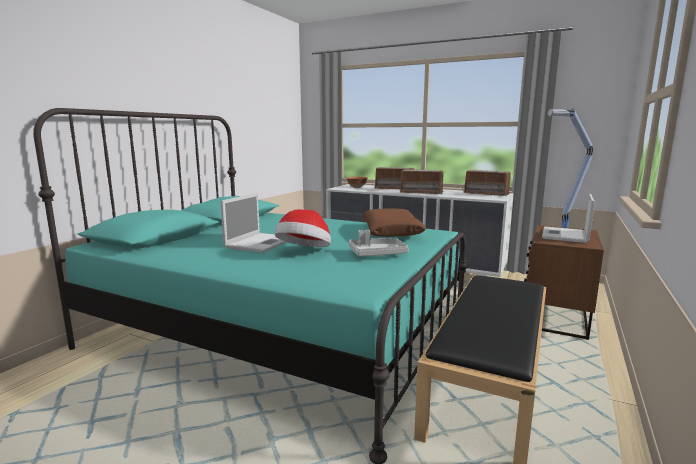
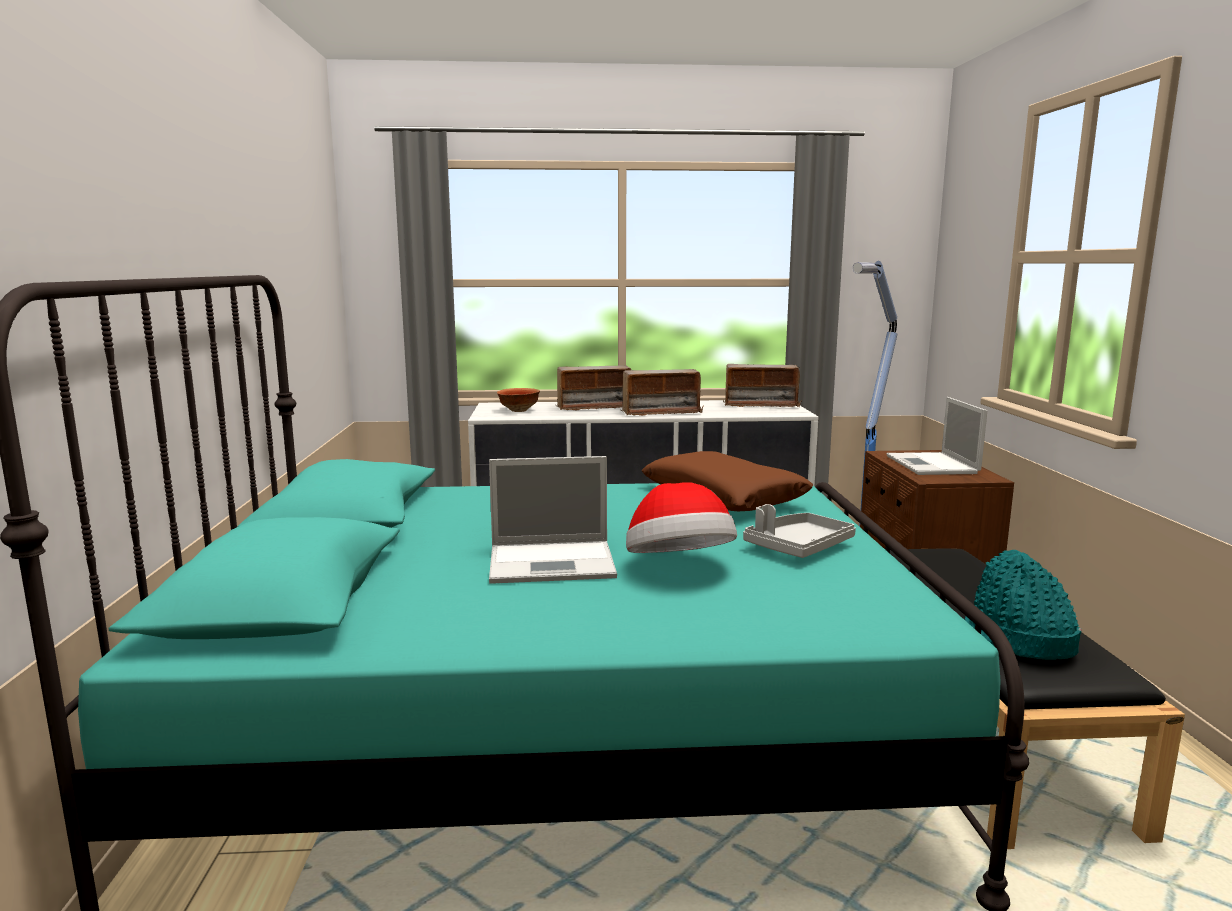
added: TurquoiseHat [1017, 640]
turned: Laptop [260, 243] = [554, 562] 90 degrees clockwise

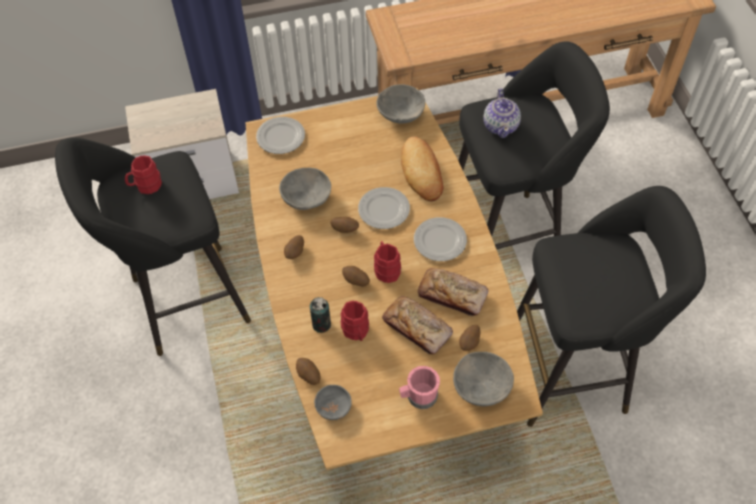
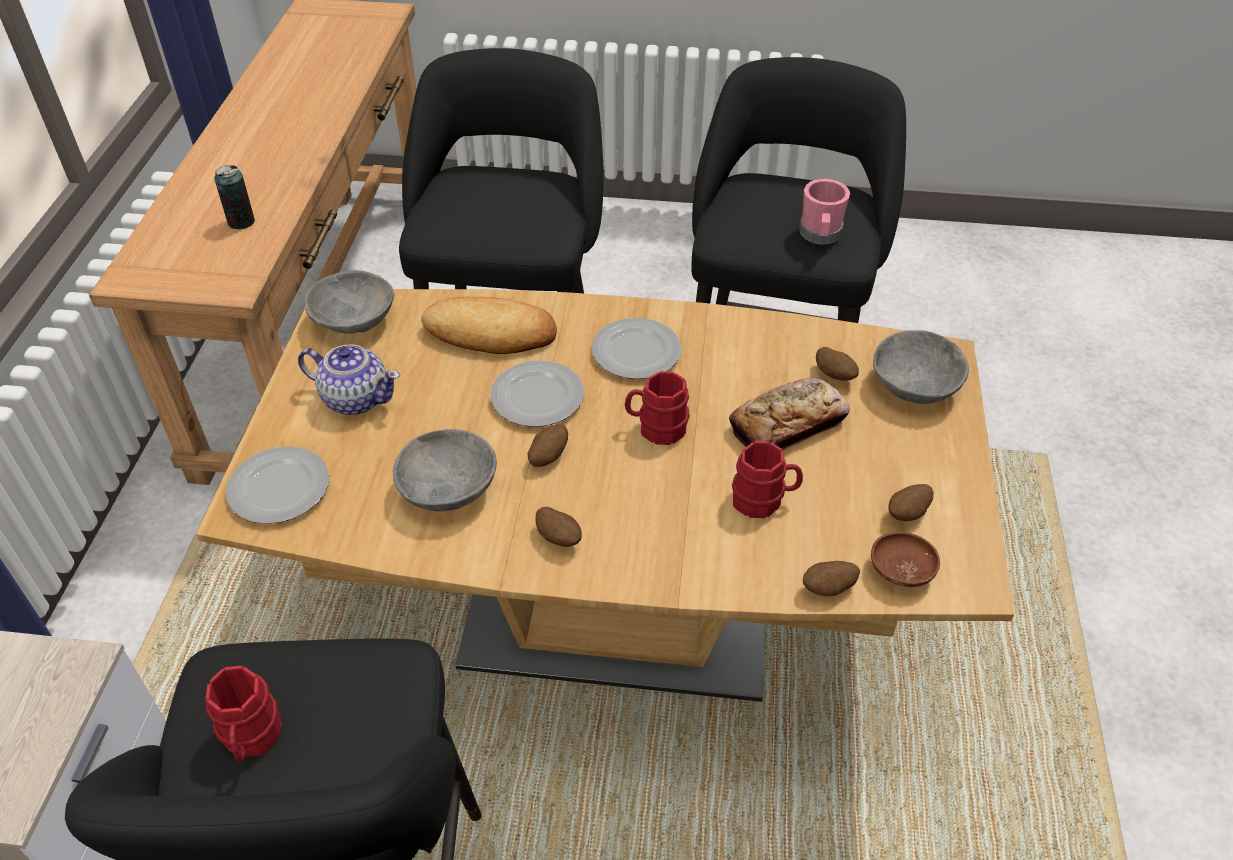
removed: Bread [452, 295]
moved: Can [321, 324] to [241, 222]; Teapot [501, 125] to [355, 398]; PinkMug [418, 396] to [820, 235]; Potato [356, 281] to [907, 514]
recoloured: GreyBowl [333, 407] to BrownBowl [901, 571]

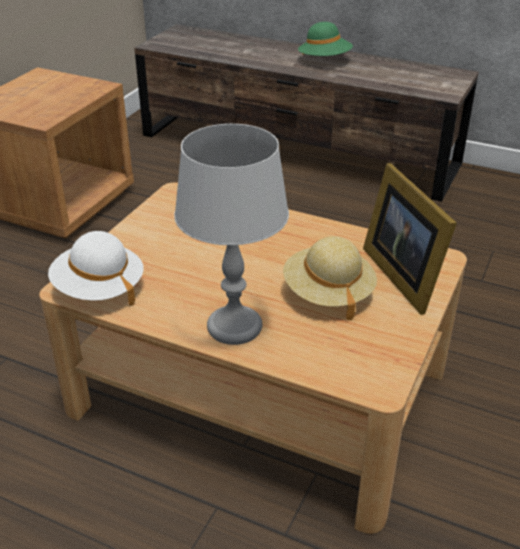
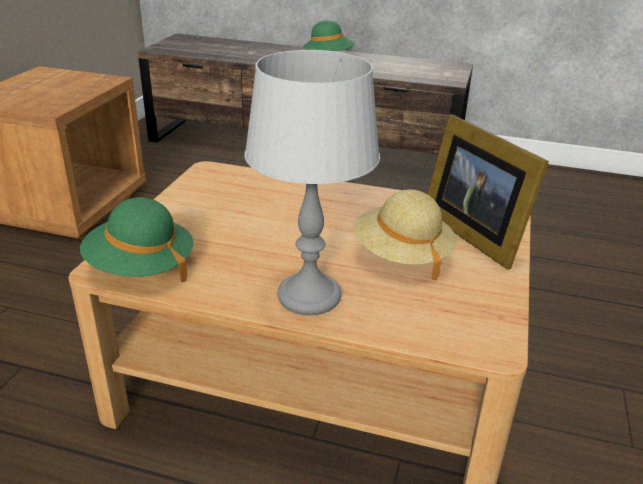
recoloured: WhiteHat [99, 289] to GreenHat [141, 267]

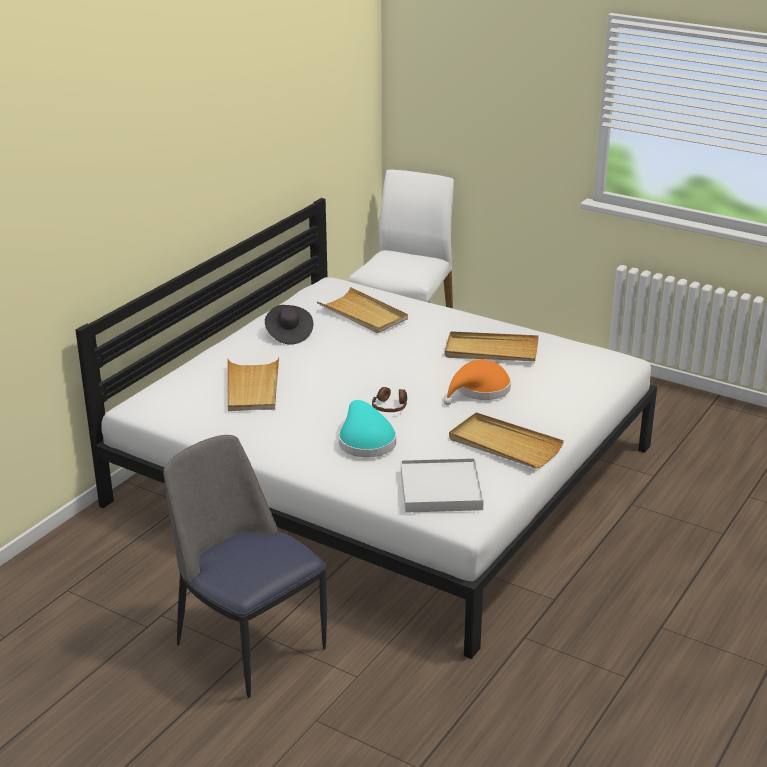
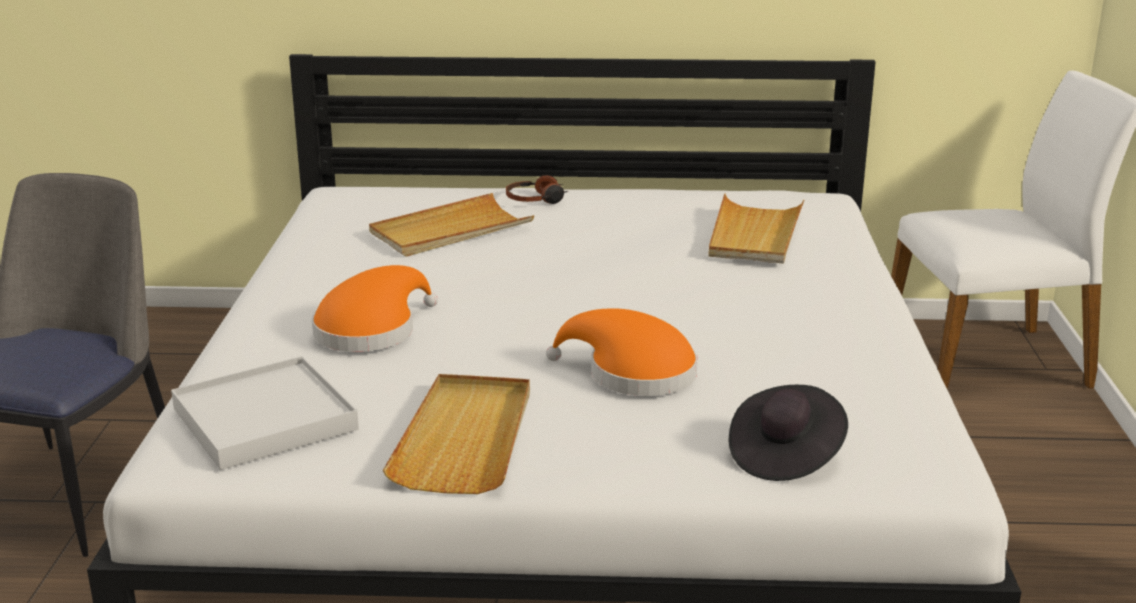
removed: BeigeTray [491, 351]
moved: Headphones [390, 406] to [536, 200]; BlackHat [288, 334] to [785, 455]
recoloured: TurquoiseHat [365, 441] to OrangeHat [371, 330]

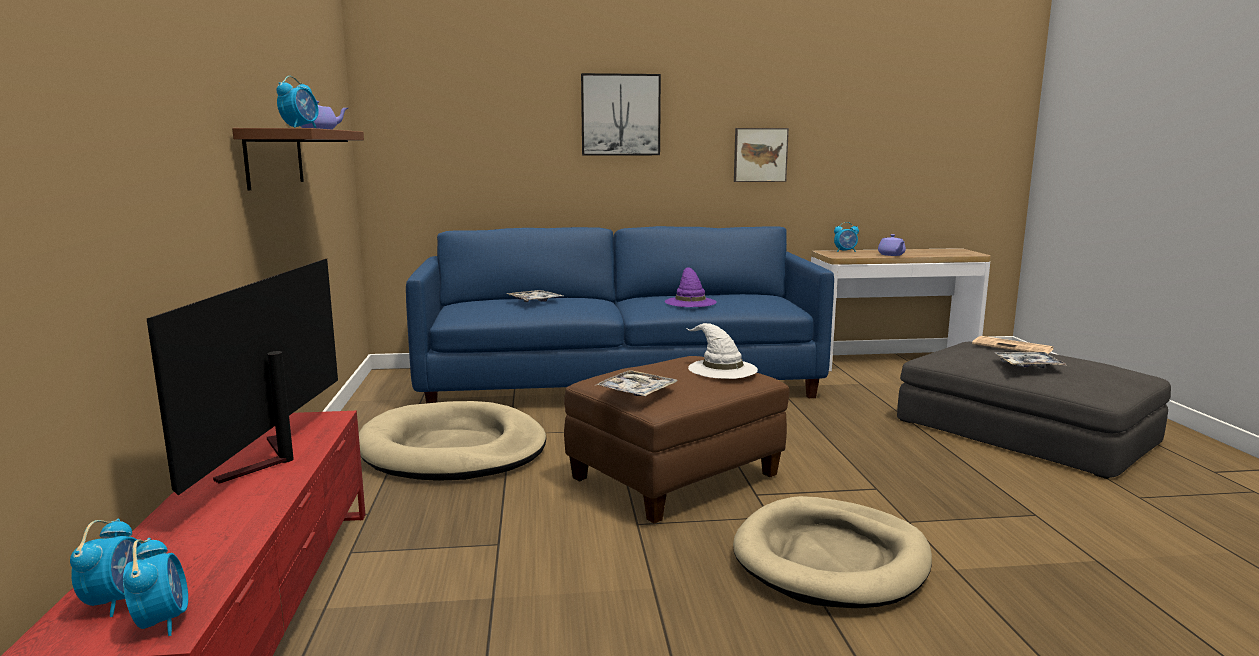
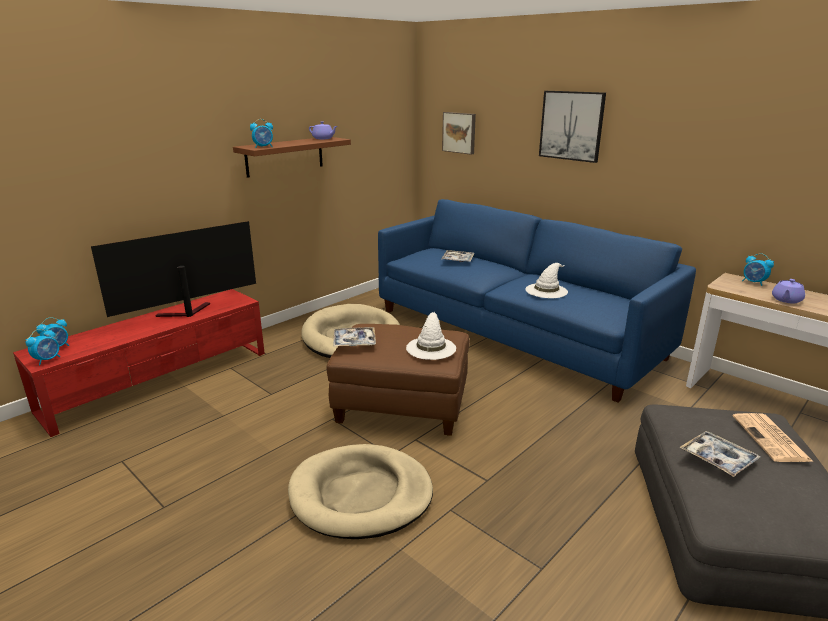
moved: Picture [760, 155] to [459, 132]
recoloured: PurpleHat [690, 301] to WhiteHat [546, 290]

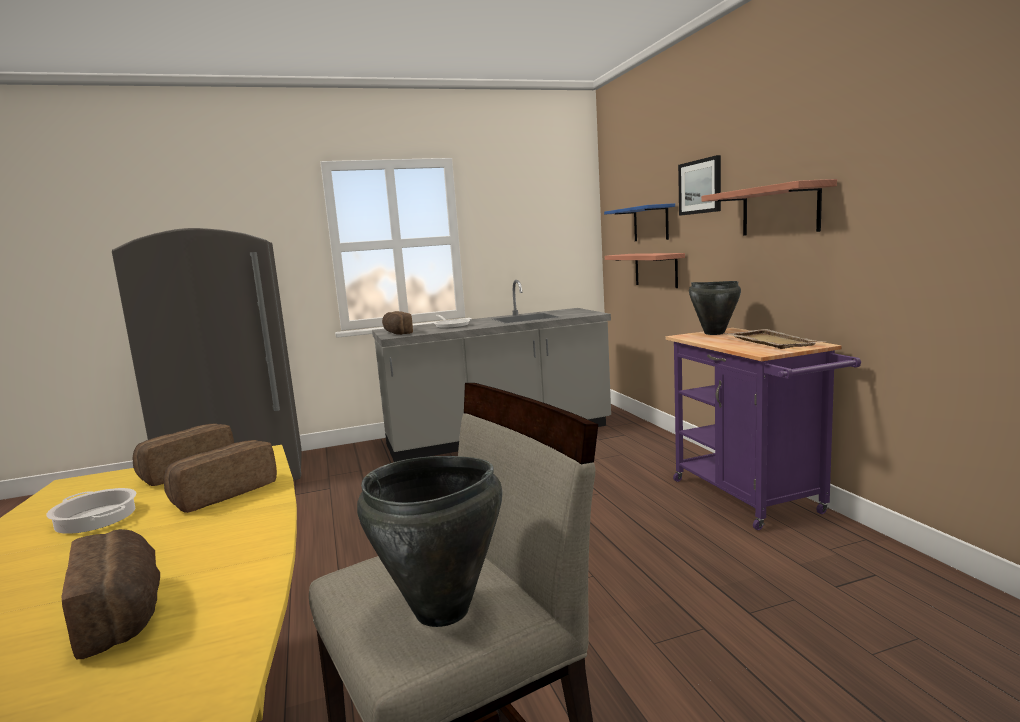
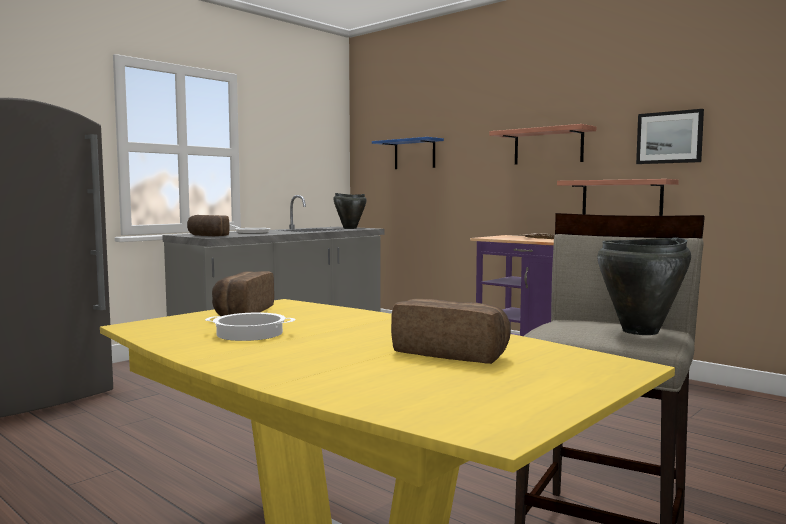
removed: Bread [223, 493]
moved: BlackCookingPot [714, 333] to [349, 228]; Shelf [656, 269] to [621, 198]; Picture [700, 186] to [669, 137]

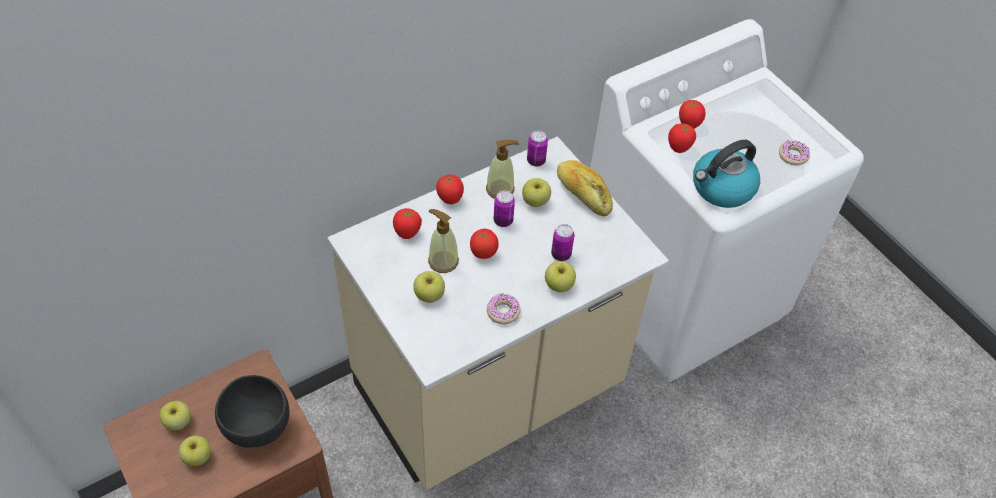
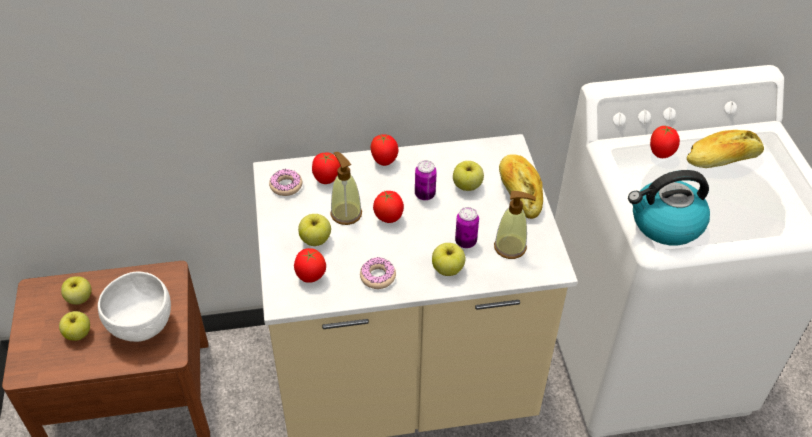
removed: Can [536, 161]
added: Bread [722, 159]
moved: Donut [793, 156] to [286, 186]; Tomato [678, 148] to [311, 277]; SoapDispenser [500, 189] to [510, 247]
recoloured: BlackBowl [257, 427] to WhiteBowl [141, 326]

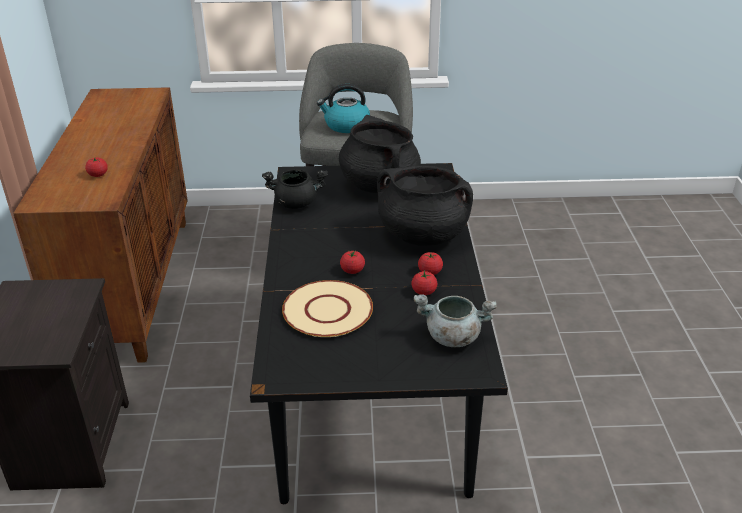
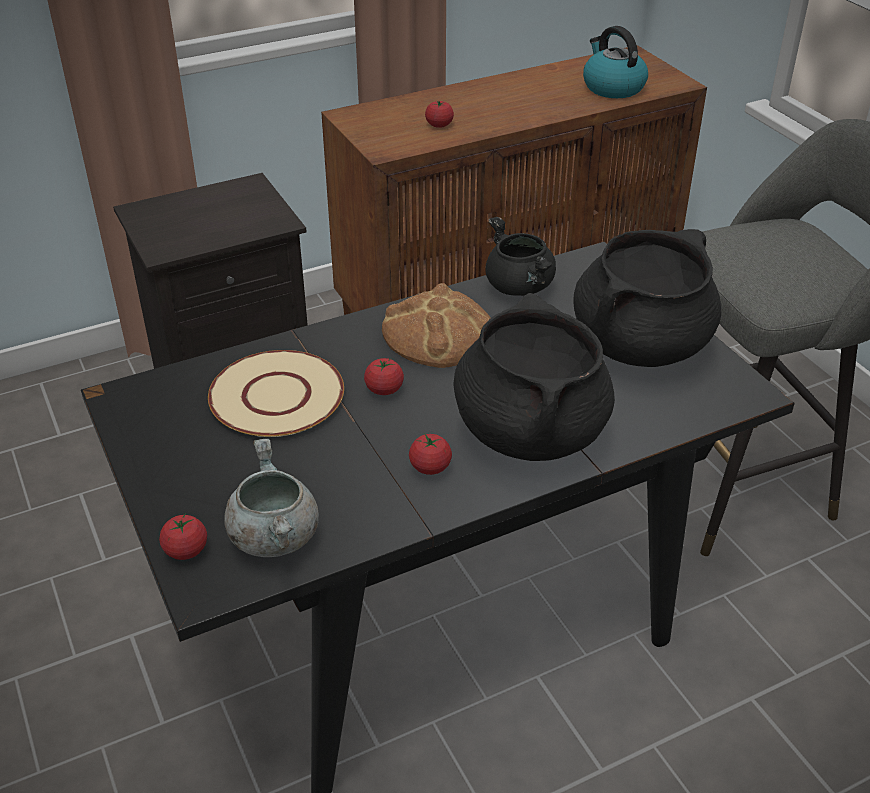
added: Bread [439, 333]
moved: Tomato [424, 292] to [186, 550]; Kettle [346, 125] to [612, 87]

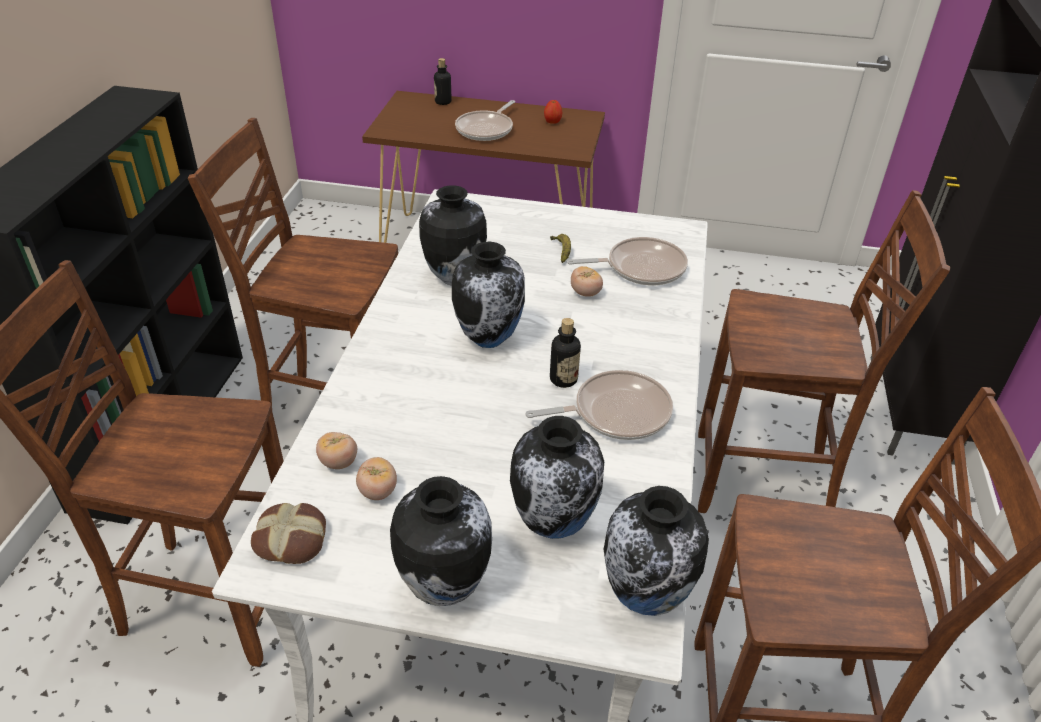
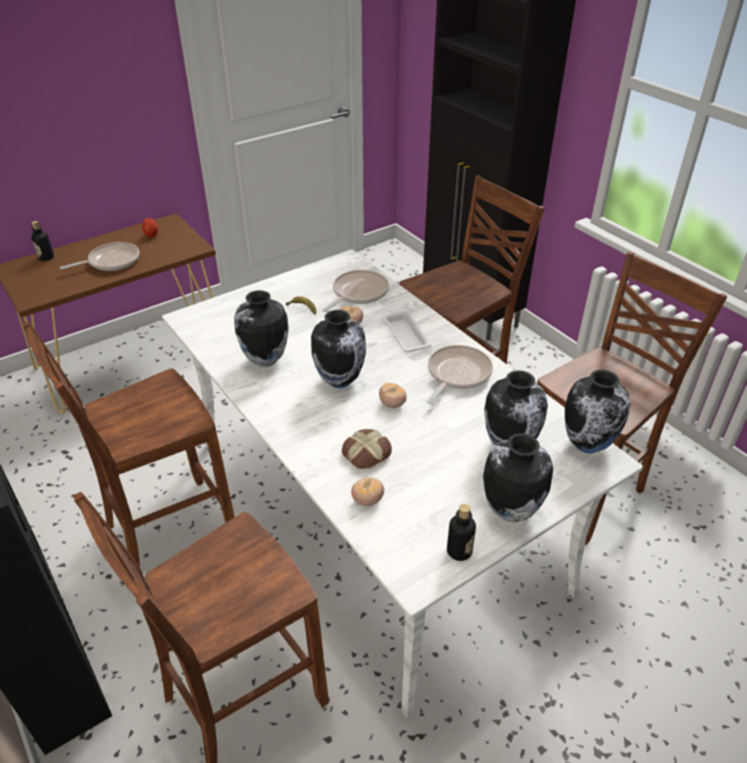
added: WhiteTray [405, 334]
moved: Bread [292, 538] to [366, 452]; Tomato [378, 491] to [392, 404]; Bottle [563, 379] to [459, 551]
turned: FryingPan [486, 129] = [111, 261] 105 degrees counterclockwise

